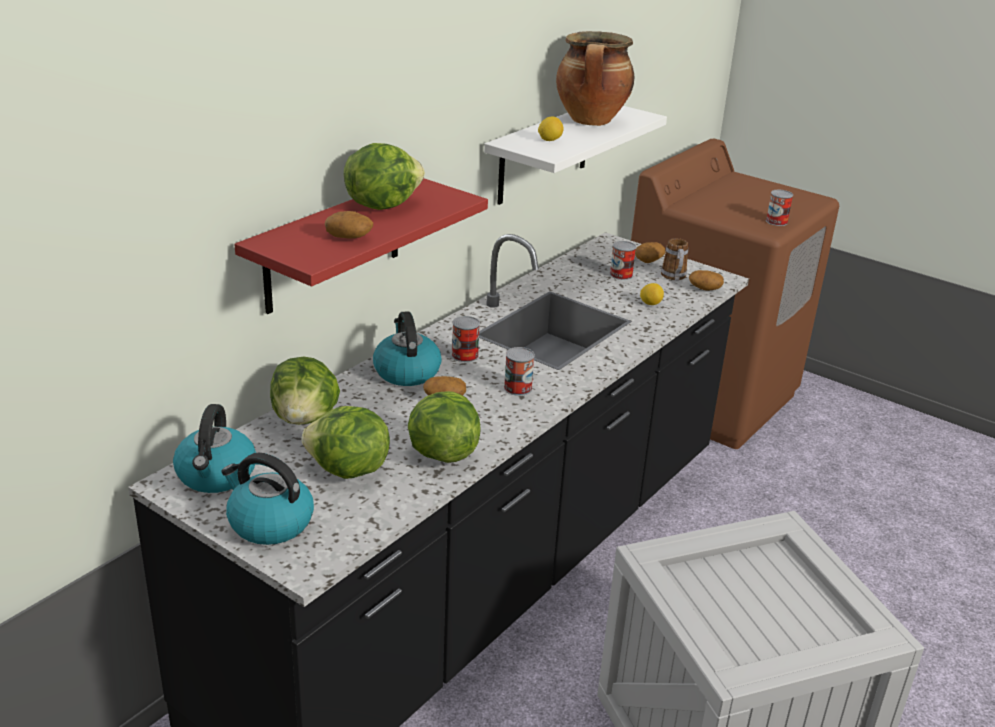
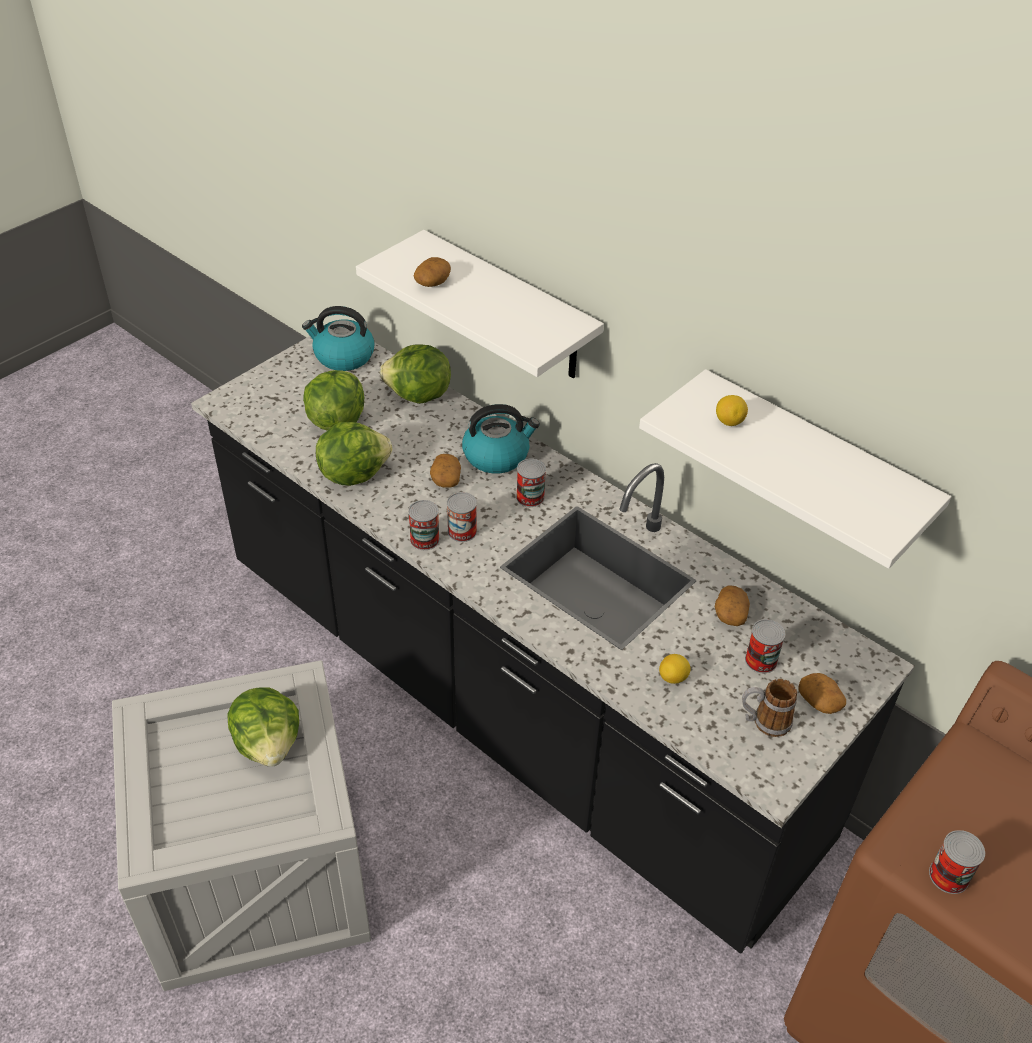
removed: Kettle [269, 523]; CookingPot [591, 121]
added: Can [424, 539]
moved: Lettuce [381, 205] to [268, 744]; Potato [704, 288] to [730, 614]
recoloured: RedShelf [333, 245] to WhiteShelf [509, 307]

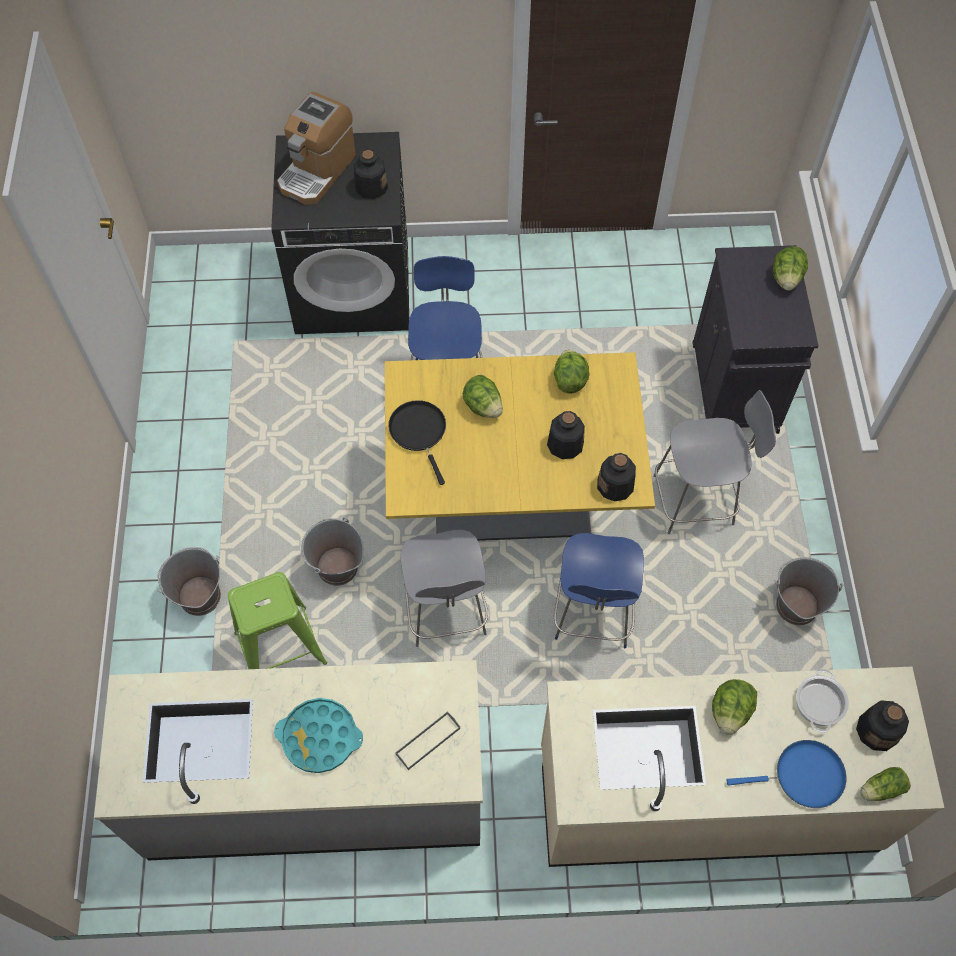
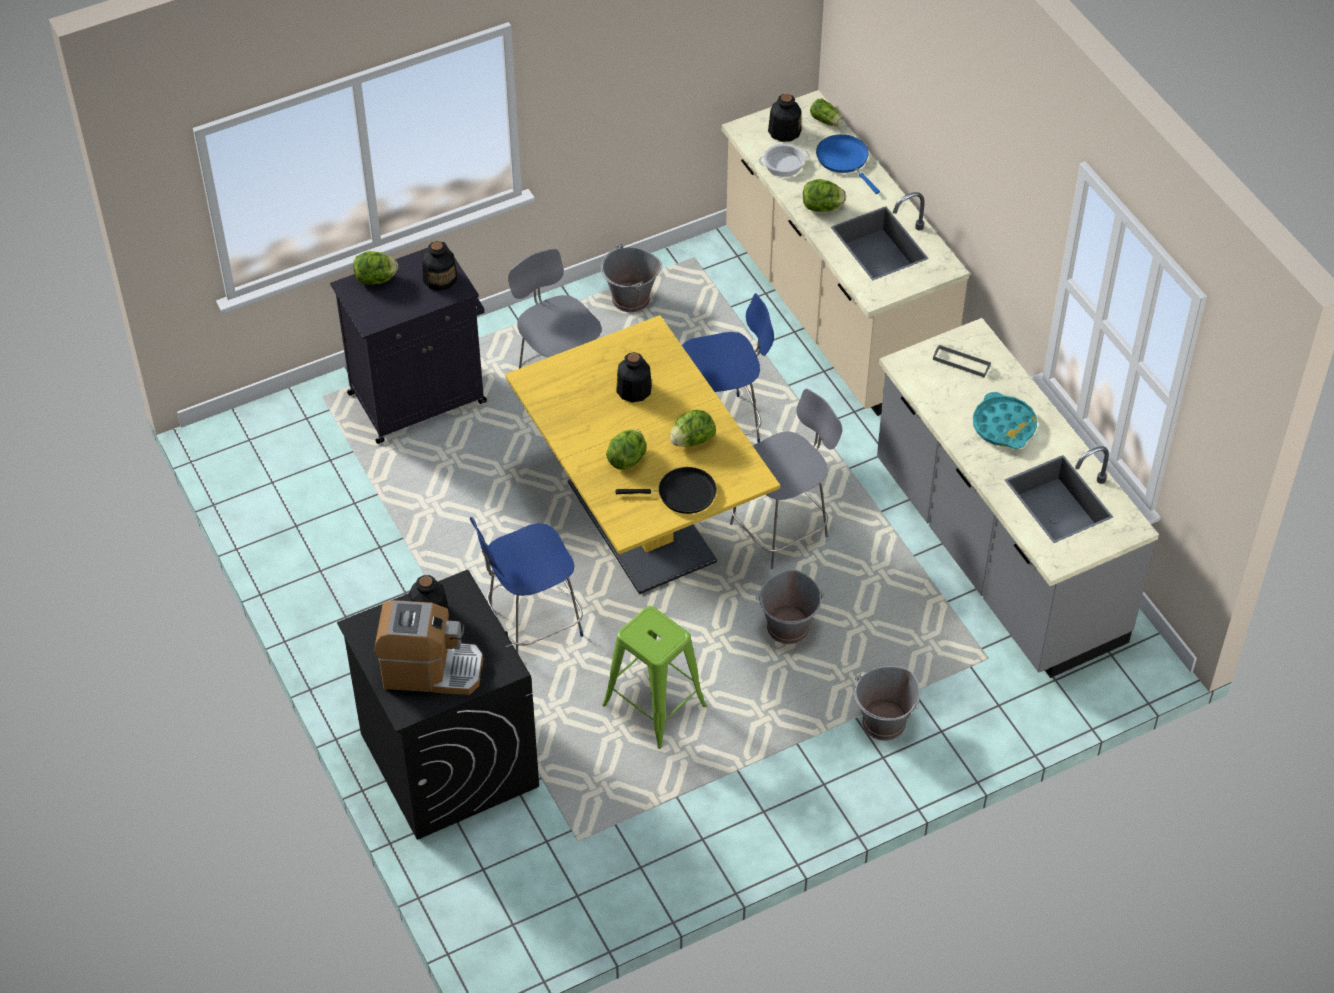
moved: Bottle [615, 485] to [440, 278]; GreenStool [279, 648] to [655, 706]; Lettuce [569, 380] to [692, 440]
turned: BlackFryingPan [419, 432] = [682, 494] 135 degrees counterclockwise

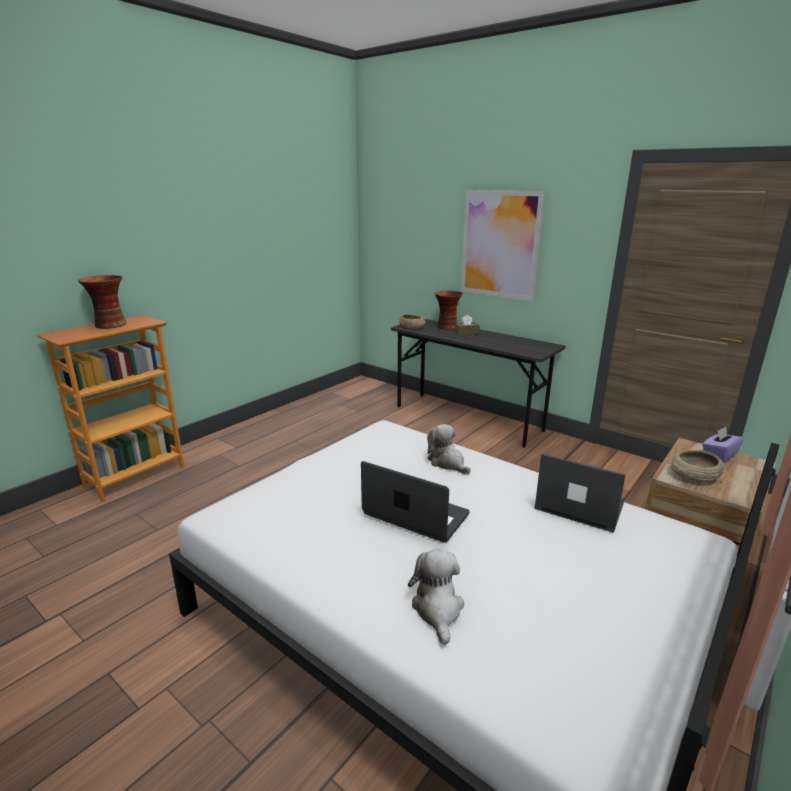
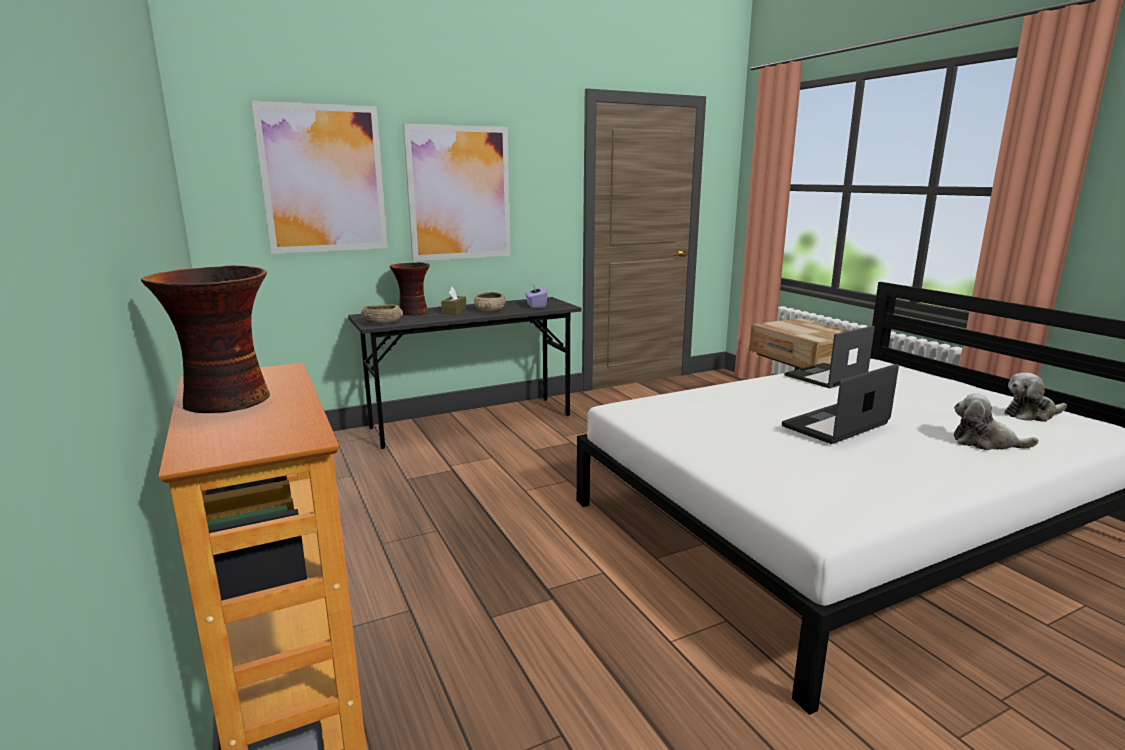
added: Picture [323, 179]
moved: BeigeBowl [695, 476] to [490, 309]; PurpleTissueBox [718, 456] to [536, 306]; PlushToy [447, 462] to [1031, 415]

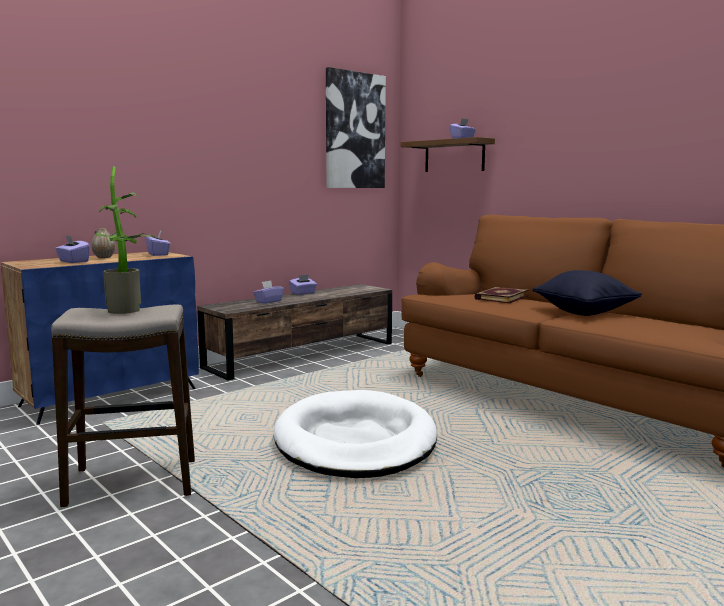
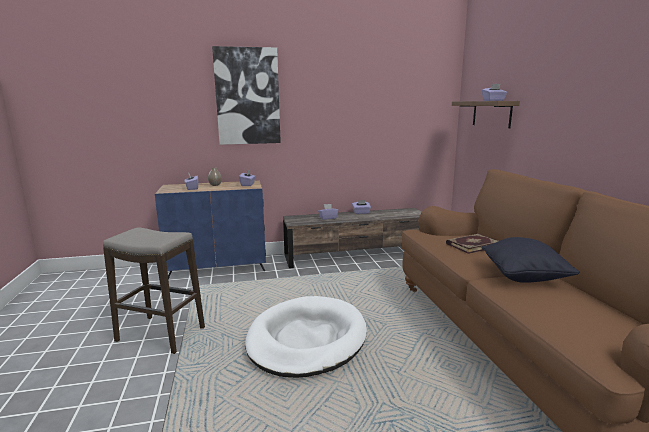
removed: PottedPlant [129, 311]
moved: Picture [354, 131] to [247, 96]

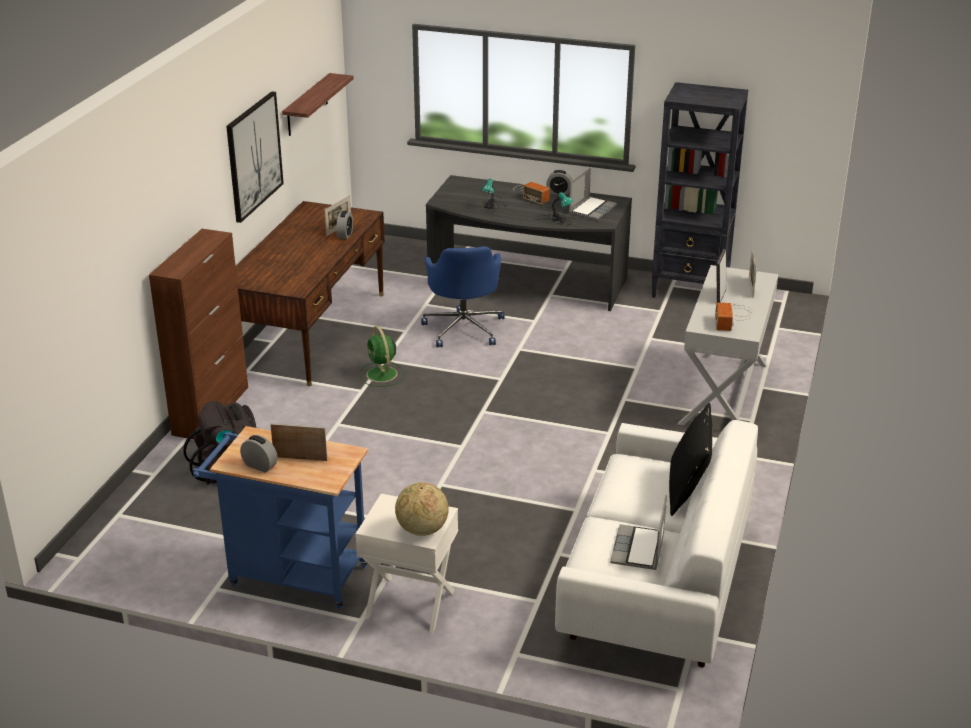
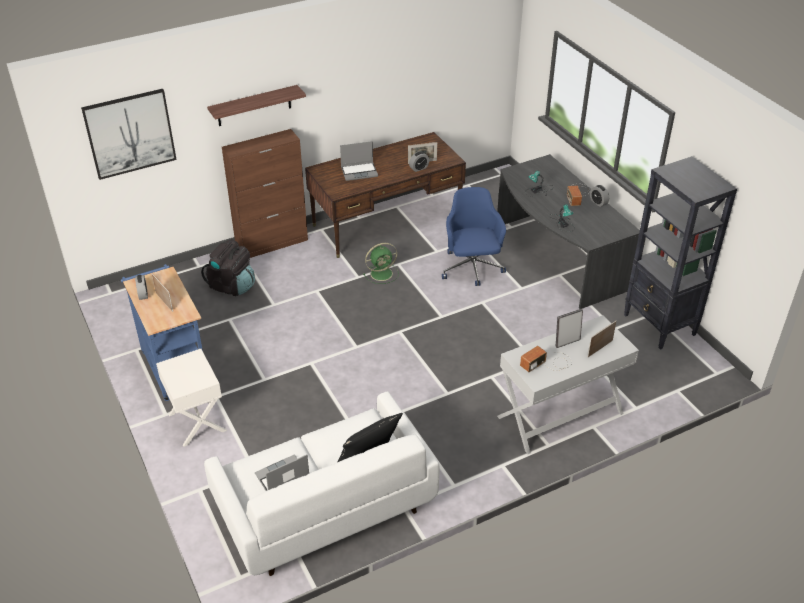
removed: Globe [422, 530]
moved: Picture [254, 156] to [130, 133]; Shelf [307, 105] to [254, 106]; Laptop [592, 209] to [359, 172]
turned: GreenFan [382, 375] = [382, 273] 135 degrees counterclockwise; BlueOfficeChair [464, 328] = [472, 268] 135 degrees clockwise

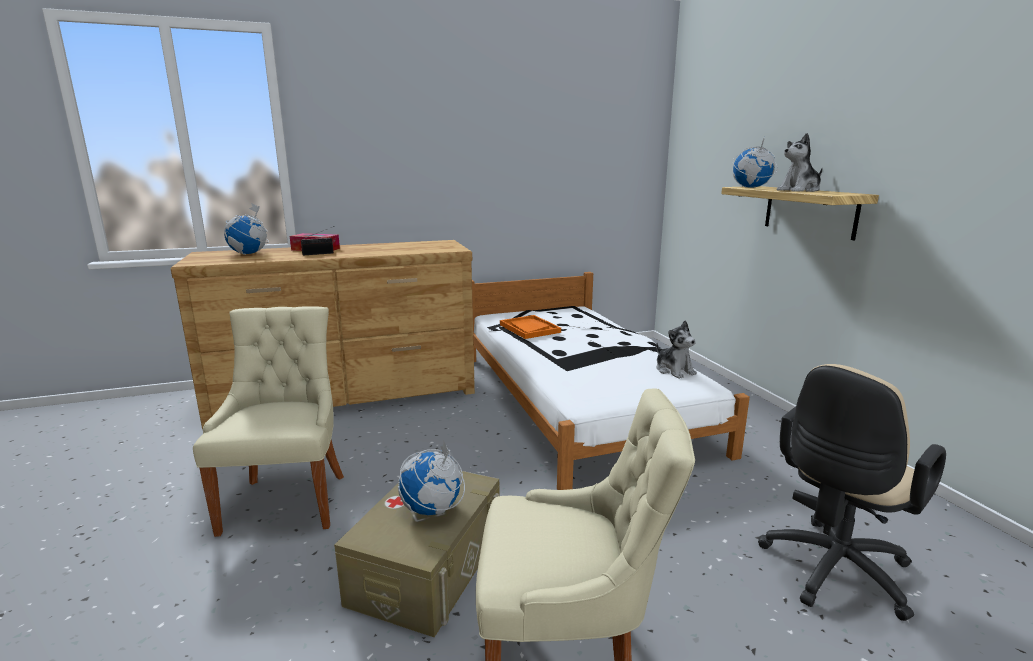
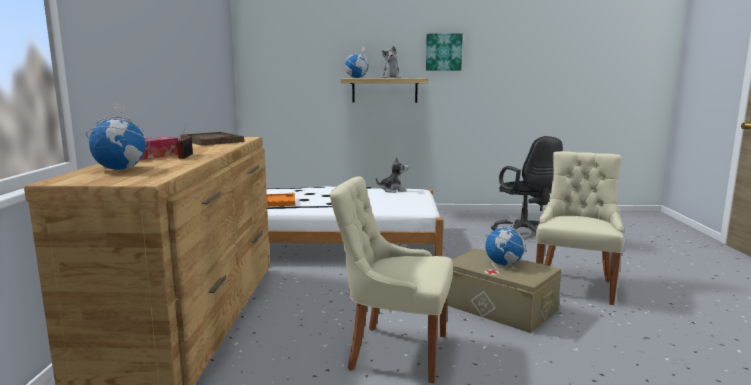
added: BrownTray [211, 141]; Picture [443, 52]
recoloured: BeigeOfficeChair [831, 572] to BlackOfficeChair [525, 235]

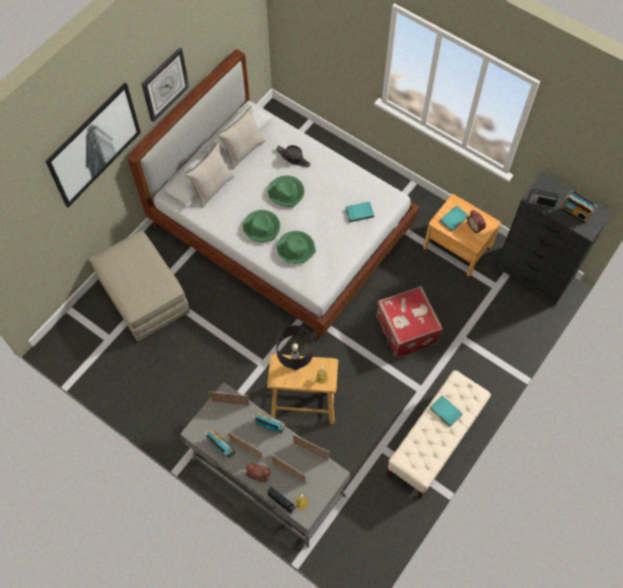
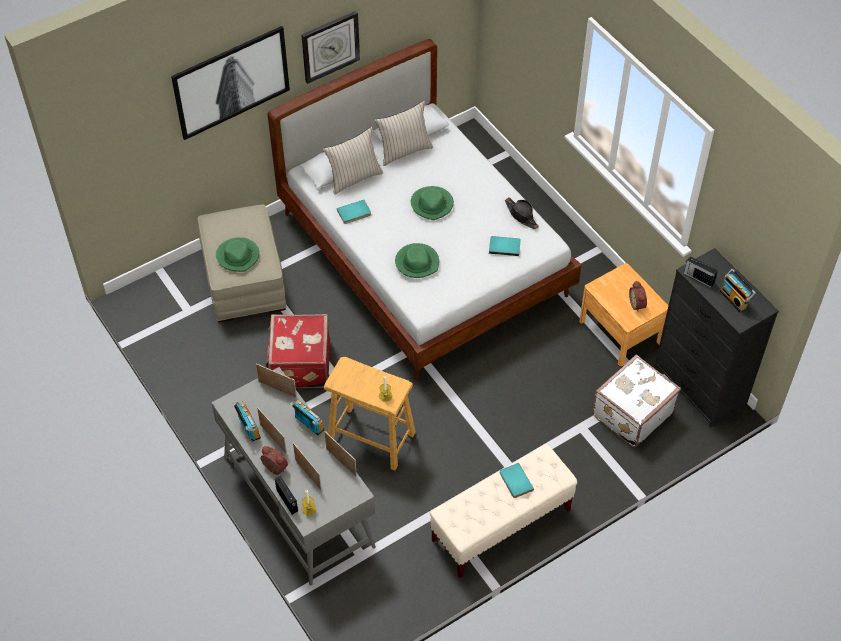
removed: BlackTableLamp [295, 365]
added: WhiteSuitcase [631, 413]
moved: GreenHat [262, 227] to [238, 256]; RedSuitcase [405, 331] to [299, 364]; TurquoiseBook [454, 219] to [354, 213]; BlackHat [293, 158] to [521, 215]

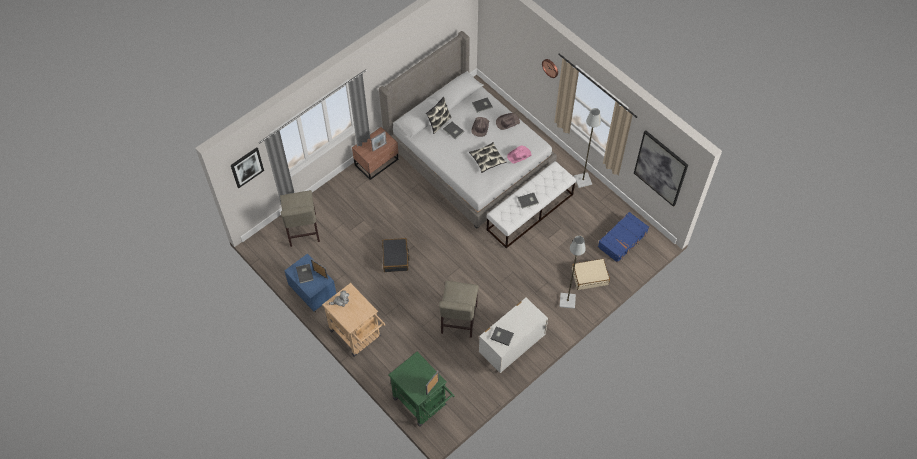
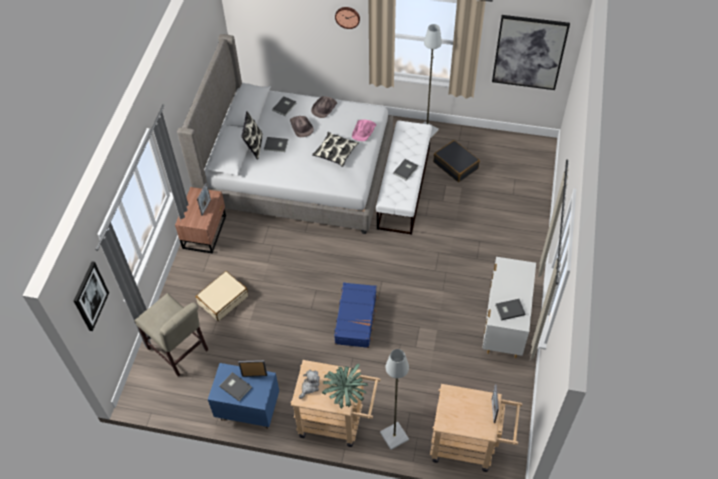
removed: BeigeChair [458, 321]
added: PottedPlant [345, 393]
moved: BeigeSuitcase [589, 276] to [223, 299]; BlueSuitcase [623, 240] to [356, 318]; GreyFloorLamp [567, 301] to [395, 436]; BlackSuitcase [395, 258] to [456, 165]
recoloured: GreenCart [423, 404] to BeigeCart [469, 445]

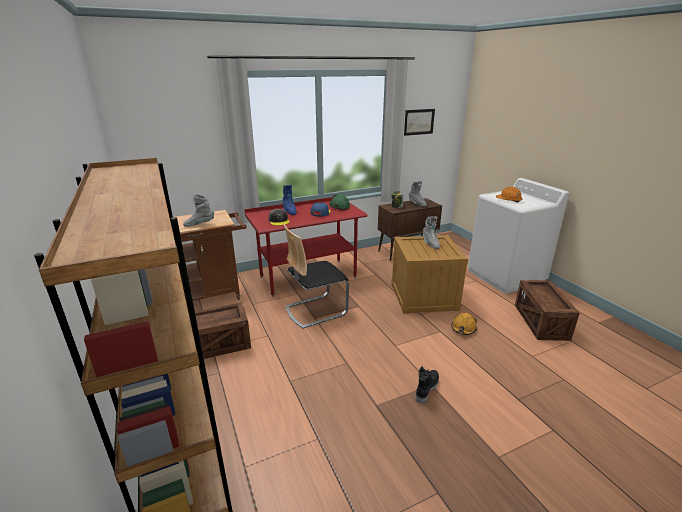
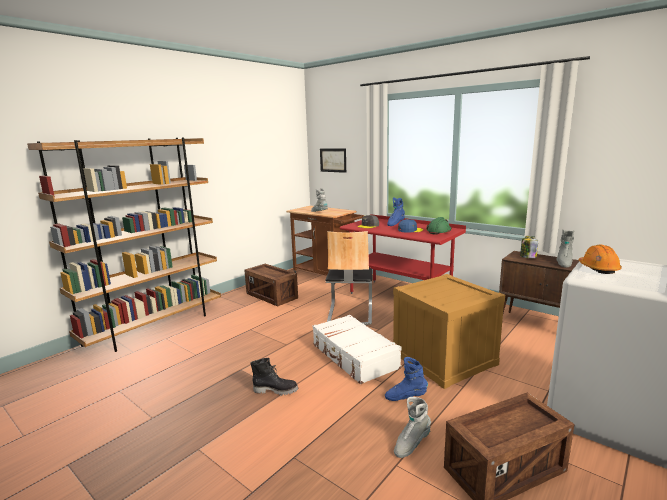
added: WhiteSuitcase [354, 356]
moved: Picture [419, 122] to [333, 160]; GreyBoot [430, 243] to [411, 444]
replaced: OrangeHardHat [463, 328] to BlueBoot [405, 397]
turned: Chair [315, 310] = [350, 313] 120 degrees counterclockwise

